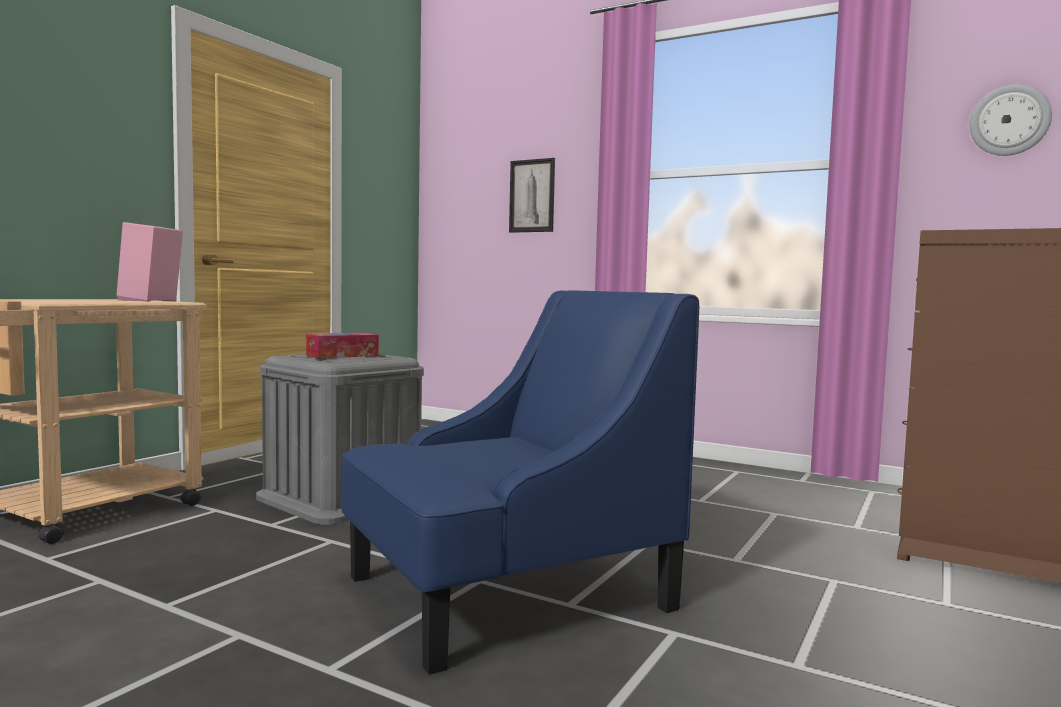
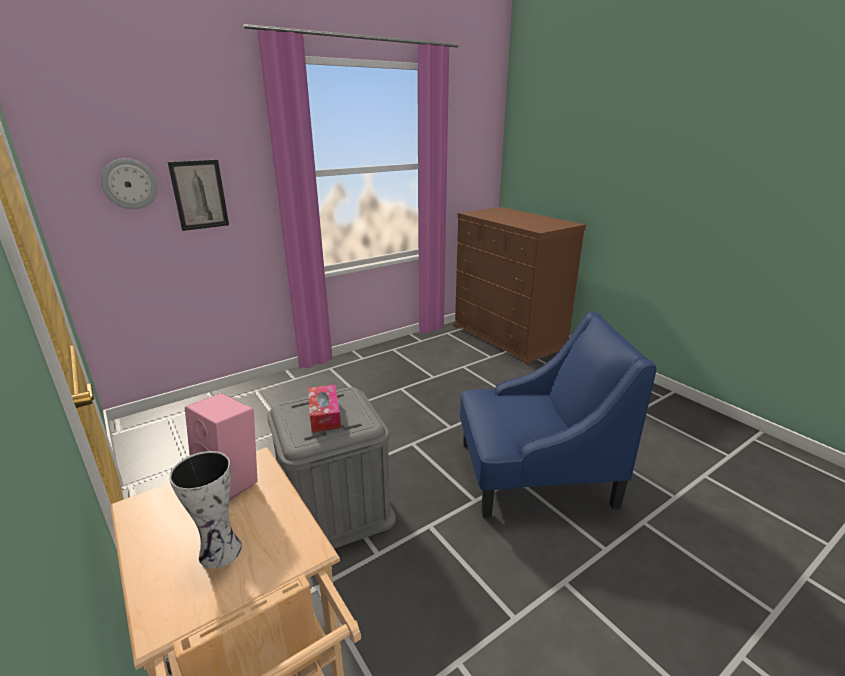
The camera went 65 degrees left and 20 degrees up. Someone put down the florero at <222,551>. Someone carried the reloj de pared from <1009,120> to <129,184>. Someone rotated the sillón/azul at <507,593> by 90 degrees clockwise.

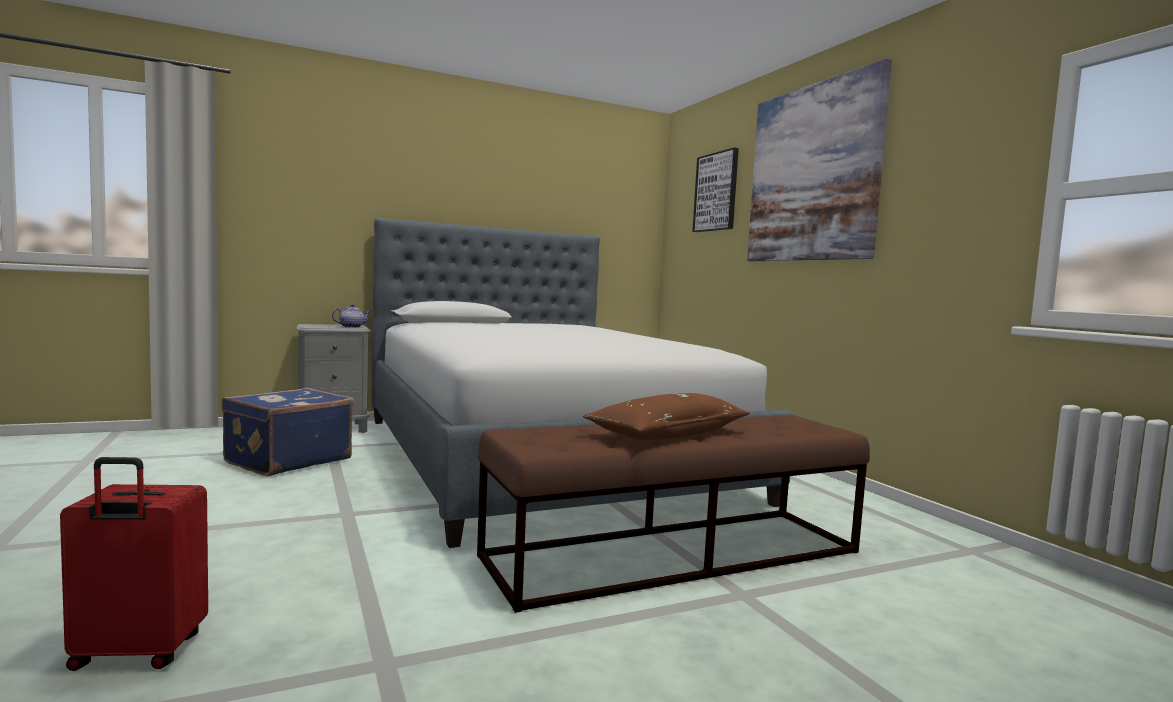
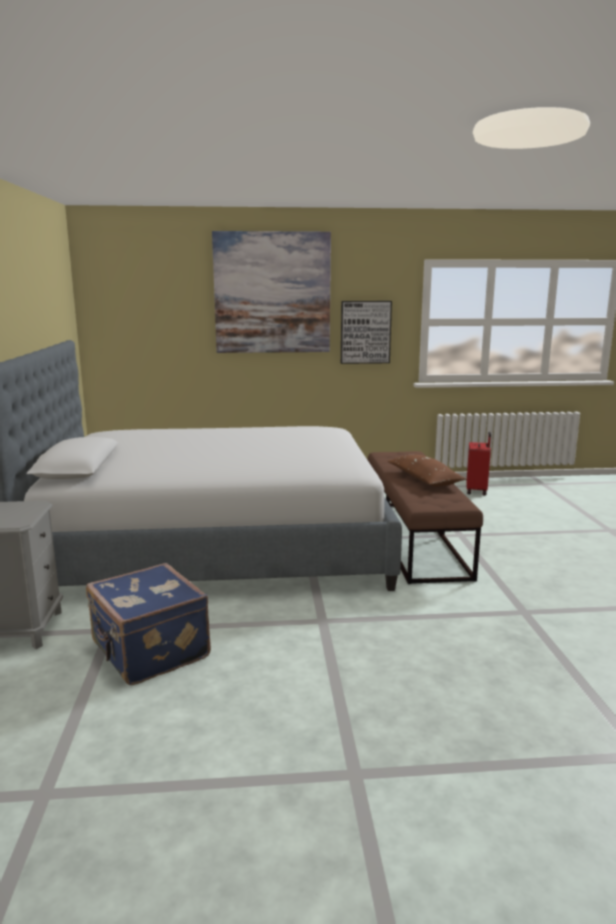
The camera went 70 degrees left and 10 degrees up. Someone took away the tetera at <352,327>. Someone carried the maleta/rojo from <137,654> to <477,491>. Someone carried the cuadro from <716,192> to <365,332>.

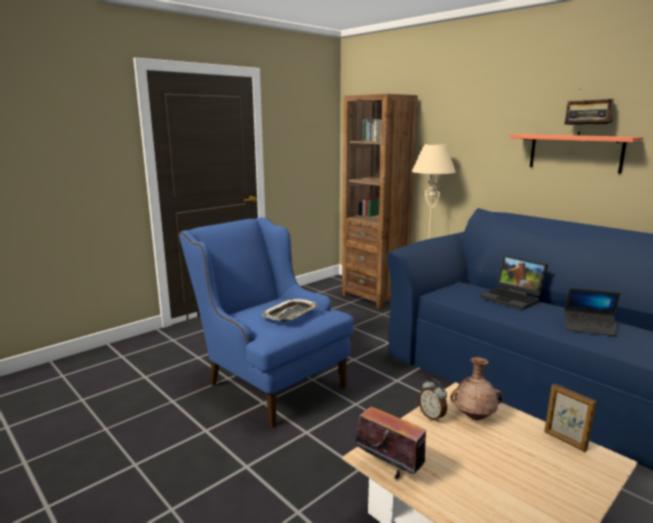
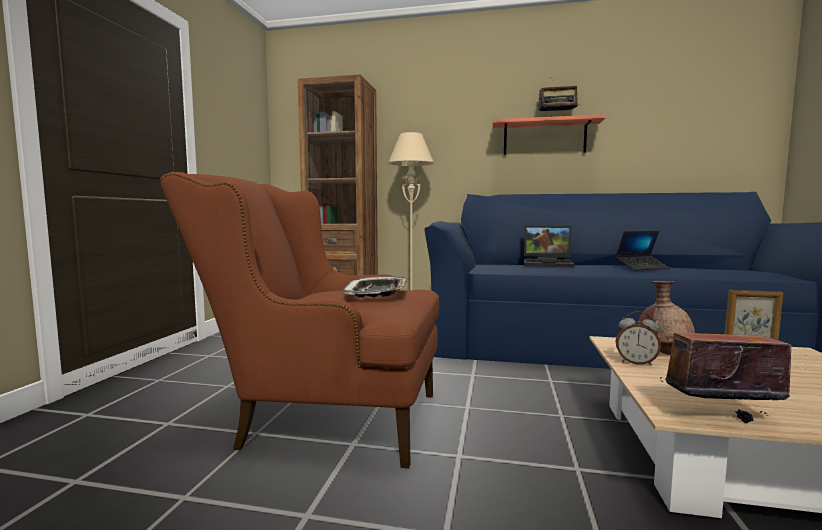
The camera went 35 degrees left and 10 degrees down. Someone repainted the sillón/azul at <268,380>, which became the sillón/marrón at <324,416>.

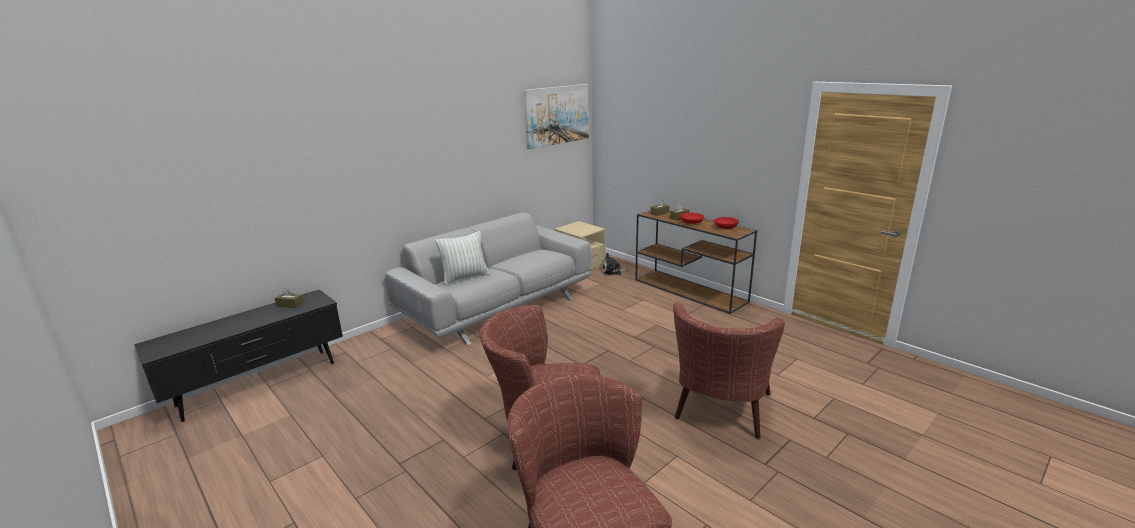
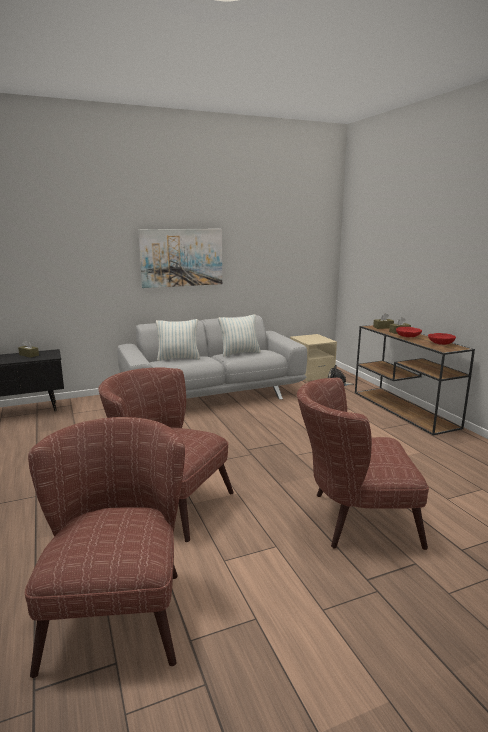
The camera went 20 degrees right and 5 degrees down. Someone put down the cojín at <239,353>. Someone carried the cuadro from <557,115> to <181,257>. Someone rotated the sillón/marrón at <719,413> by 45 degrees clockwise.

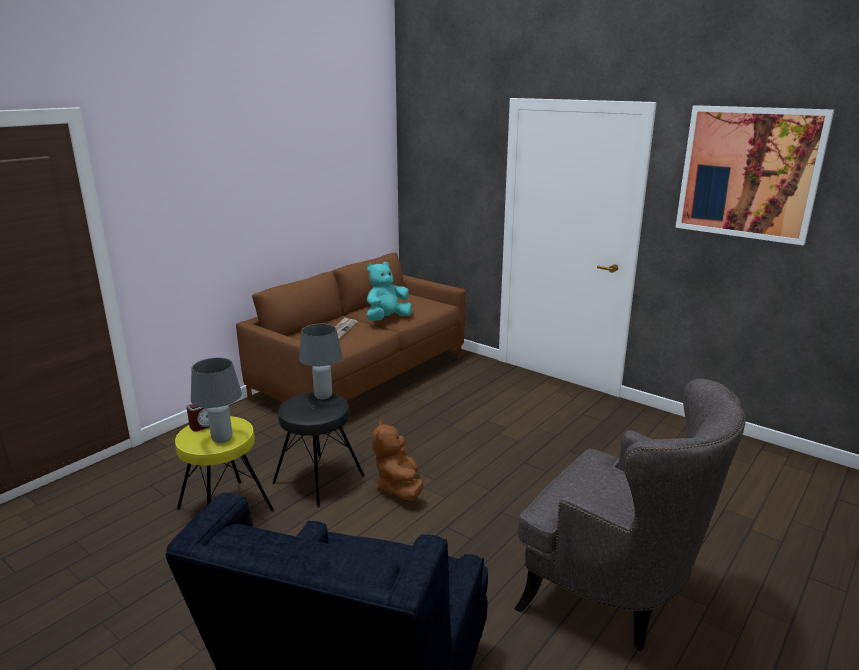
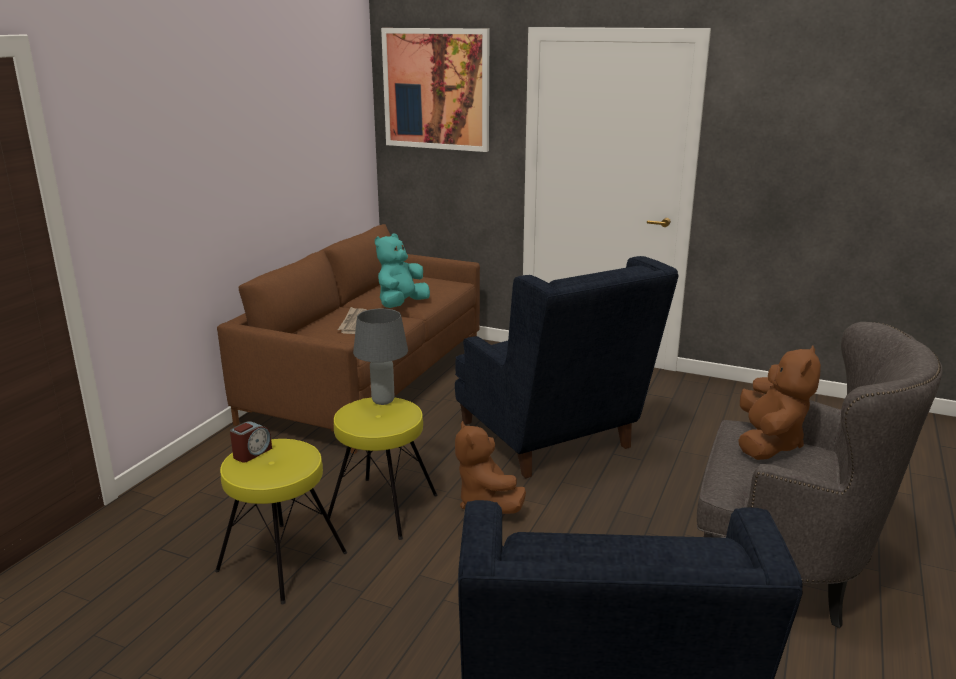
The camera went 15 degrees left and 0 degrees up. Someone took away the lámpara de mesa/gris at <223,439>. Someone put down the sillón/azul at <552,441>. Someone put down the peluche/marrón at <768,443>. Someone carried the cuadro from <748,173> to <436,89>. Someone repainted the taburete/negro at <319,479>, which became the taburete/amarillo at <383,507>.

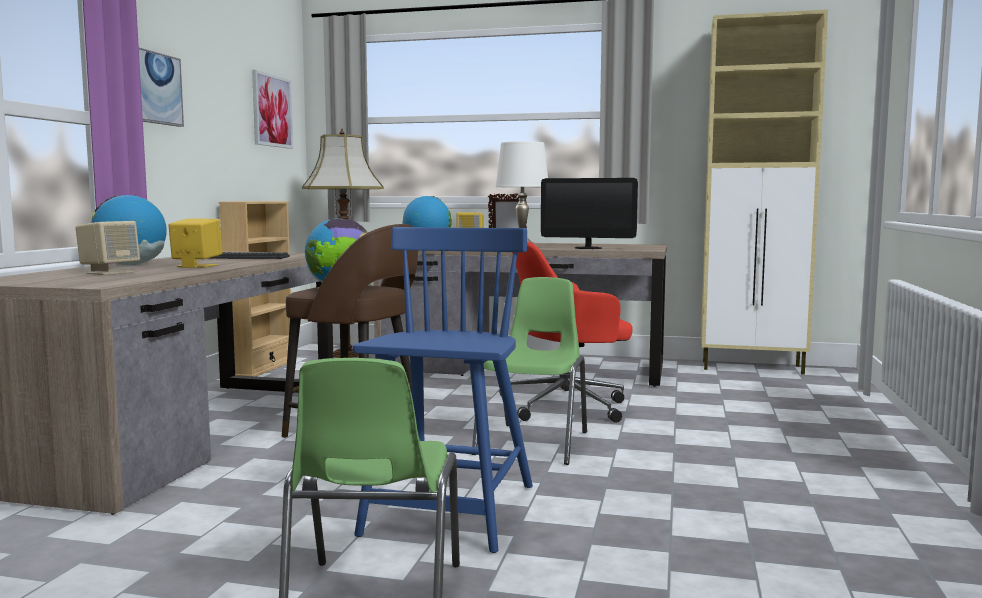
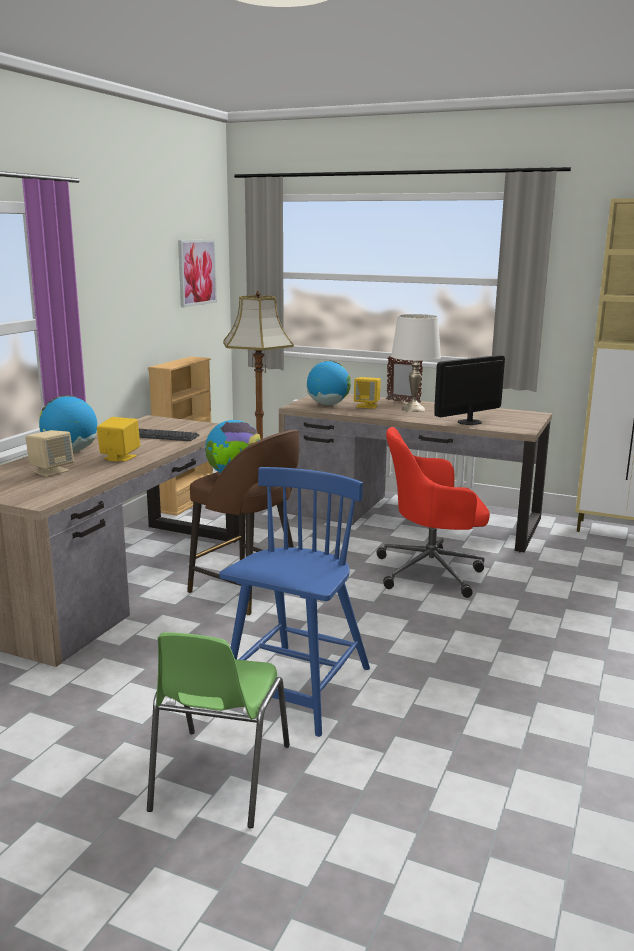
The camera went 10 degrees right and 10 degrees up. Someone took away the cuadro at <156,88>. Someone took away the silla/verde at <535,443>. Someone rotated the monitor at <588,248> by 120 degrees clockwise.

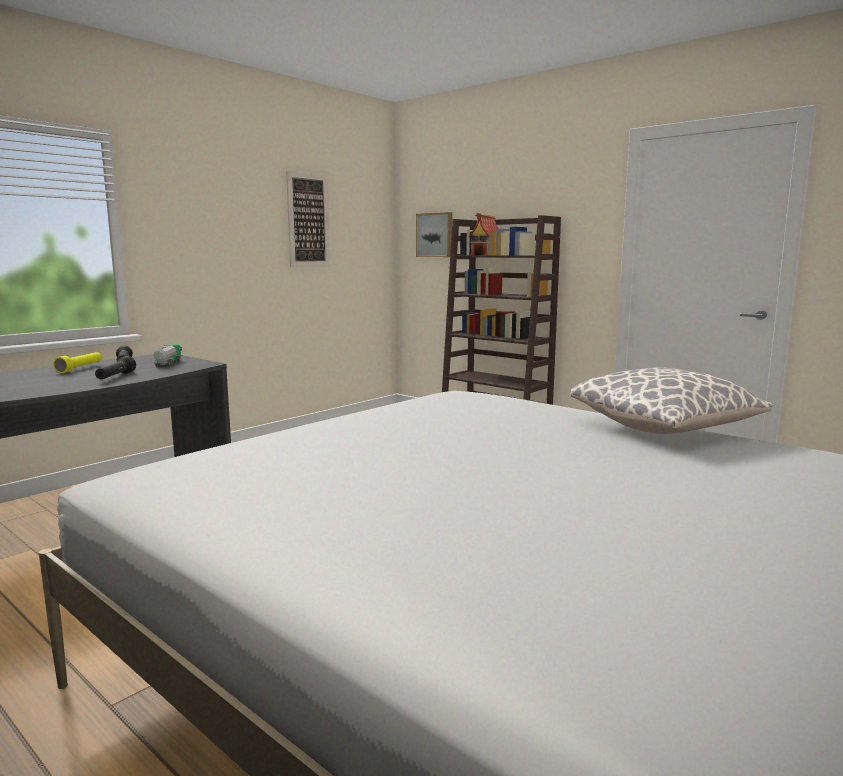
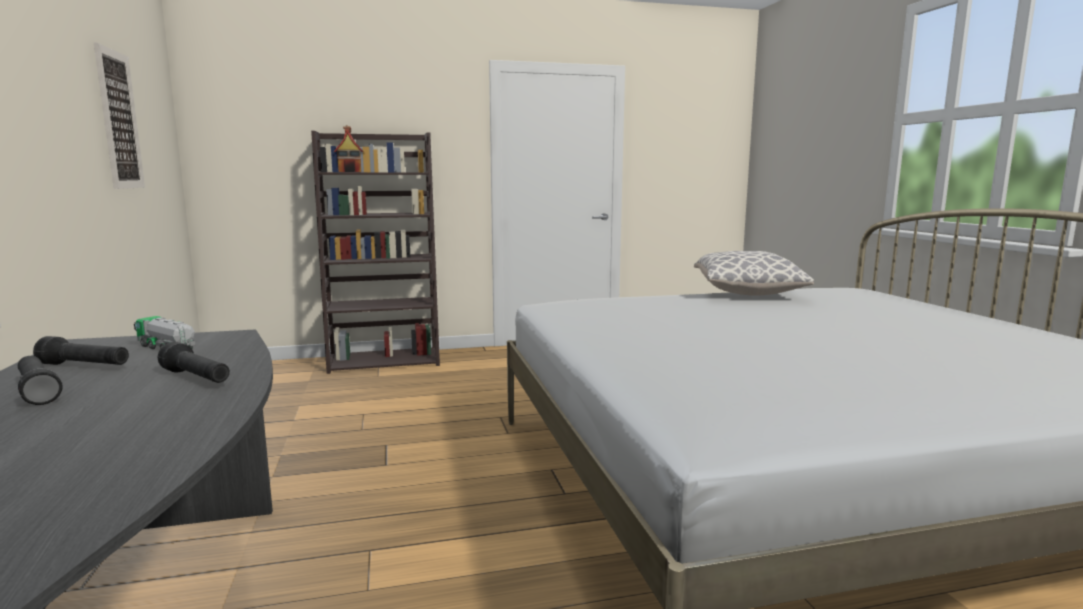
The camera went 55 degrees left and 0 degrees up. Someone took away the cuadro at <435,235>. Someone repainted the linterna/amarillo at <80,368>, which became the linterna/negro at <37,391>.

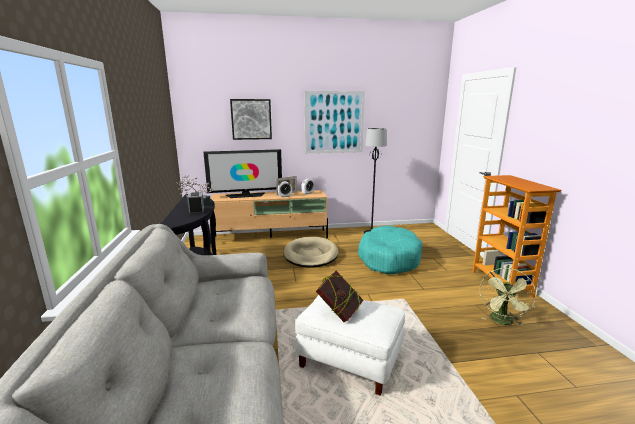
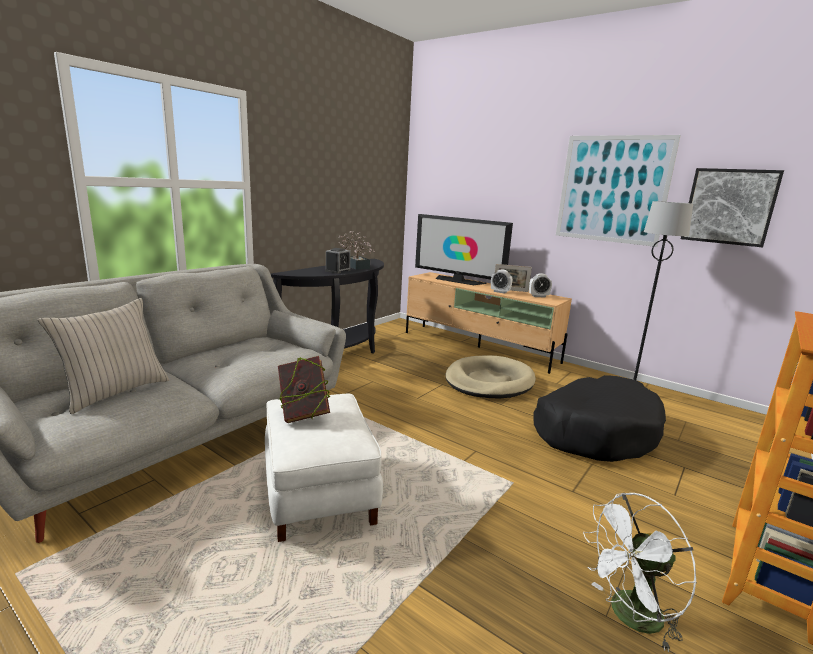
The camera went 45 degrees right and 0 degrees up. Someone put down the cojín/beis at <115,392>. Someone carried the cuadro from <251,119> to <729,206>. Someone repainted the cama para perro/turquesa at <388,258>, which became the cama para perro/negro at <594,431>. Someone repainted the ventilador/verde at <502,322>, which became the ventilador/blanco at <629,617>.

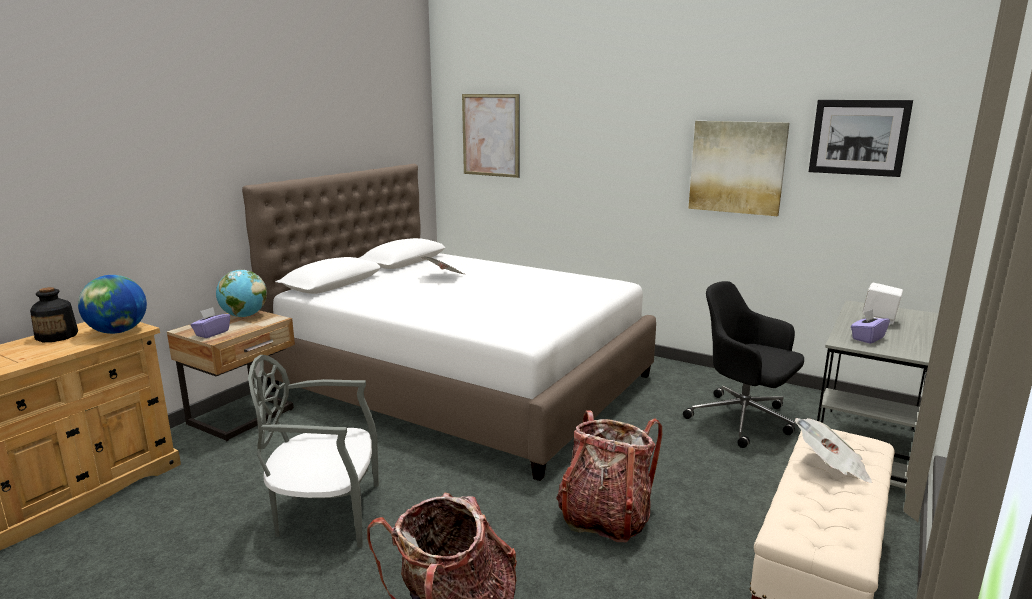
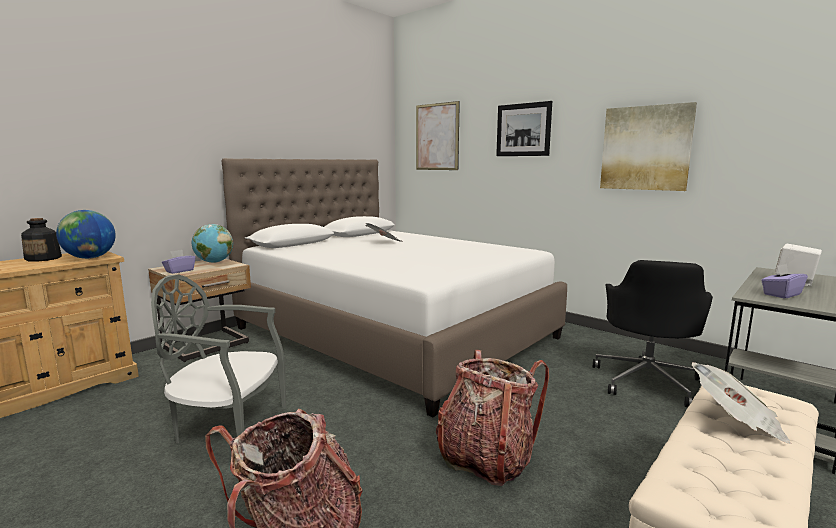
The camera went 10 degrees right and 5 degrees down. Someone carried the cuadro from <858,137> to <523,130>. Someone rotated the silla de oficina/negro at <743,420> by 120 degrees counterclockwise.

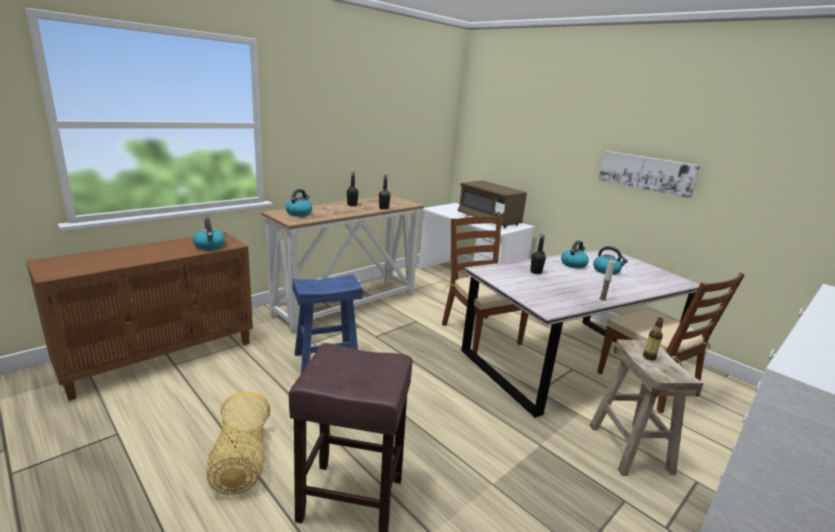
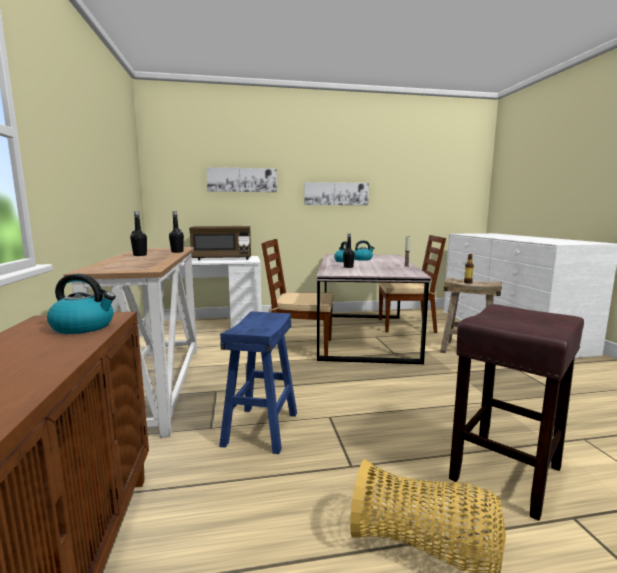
The camera went 55 degrees left and 10 degrees down. Someone took away the hervidor at <299,213>. Someone put up the cuadro at <242,180>.

